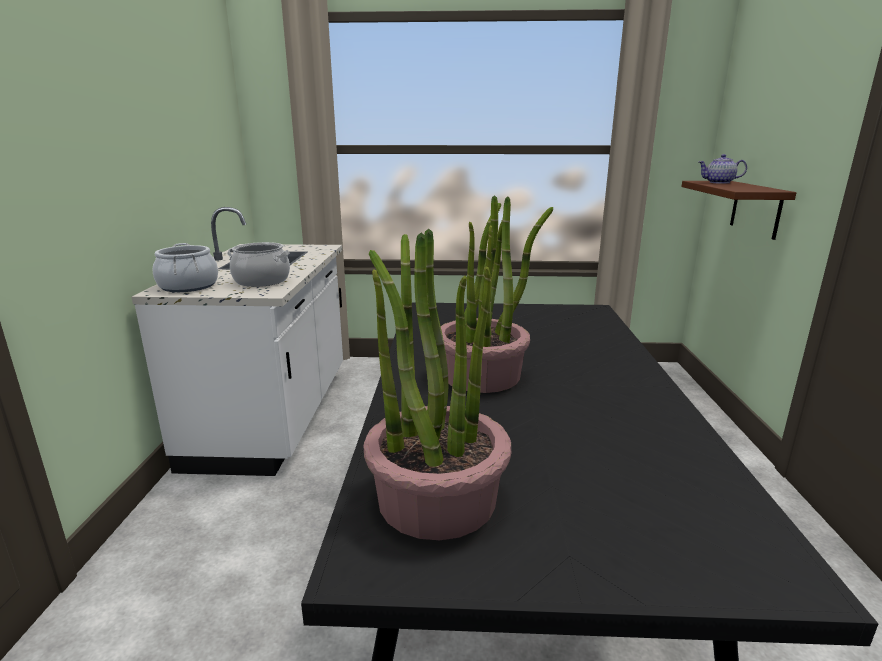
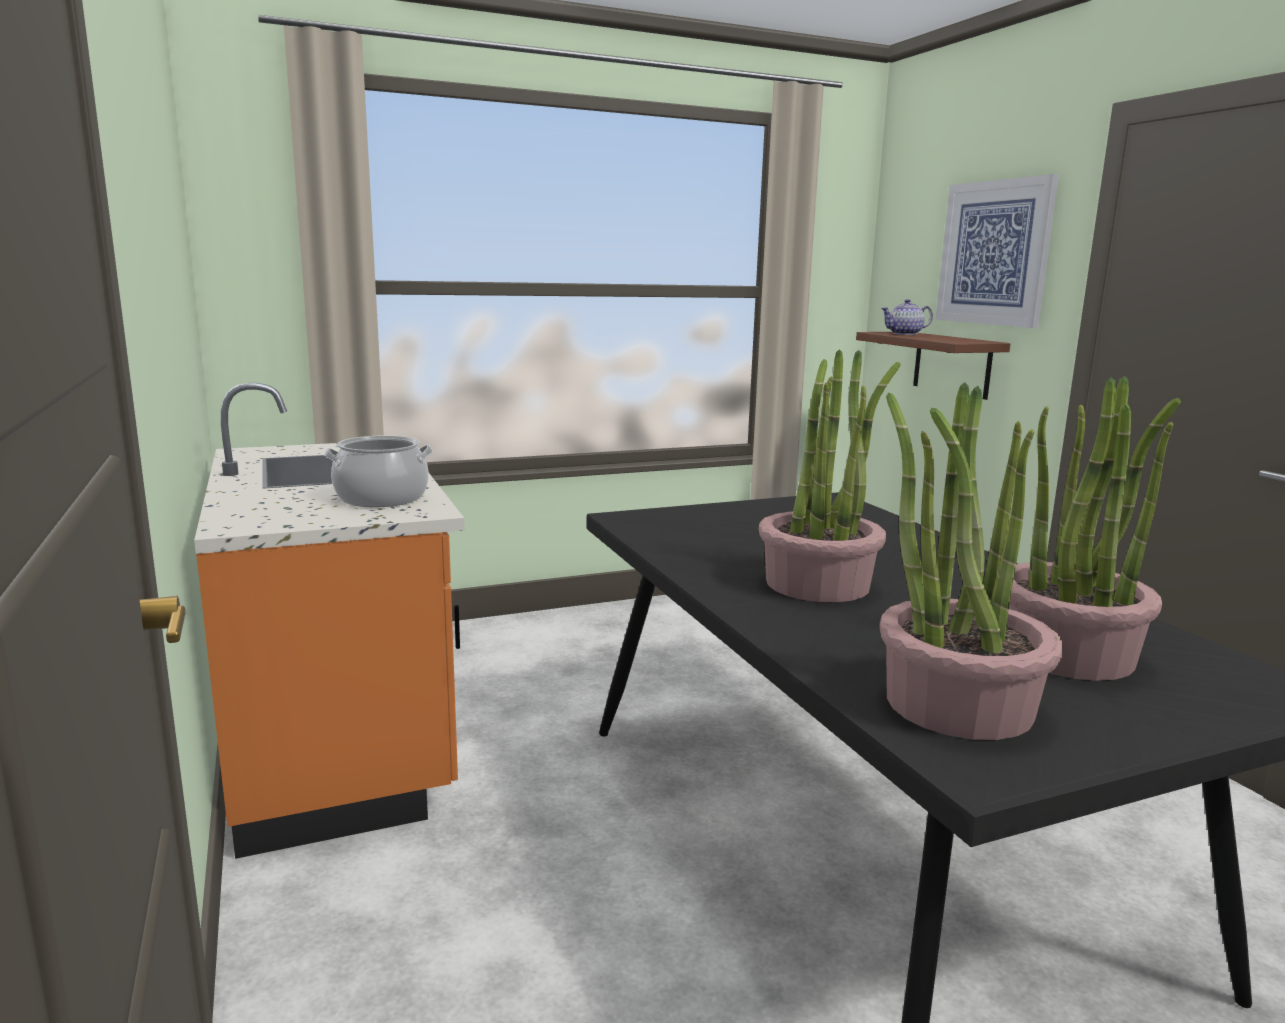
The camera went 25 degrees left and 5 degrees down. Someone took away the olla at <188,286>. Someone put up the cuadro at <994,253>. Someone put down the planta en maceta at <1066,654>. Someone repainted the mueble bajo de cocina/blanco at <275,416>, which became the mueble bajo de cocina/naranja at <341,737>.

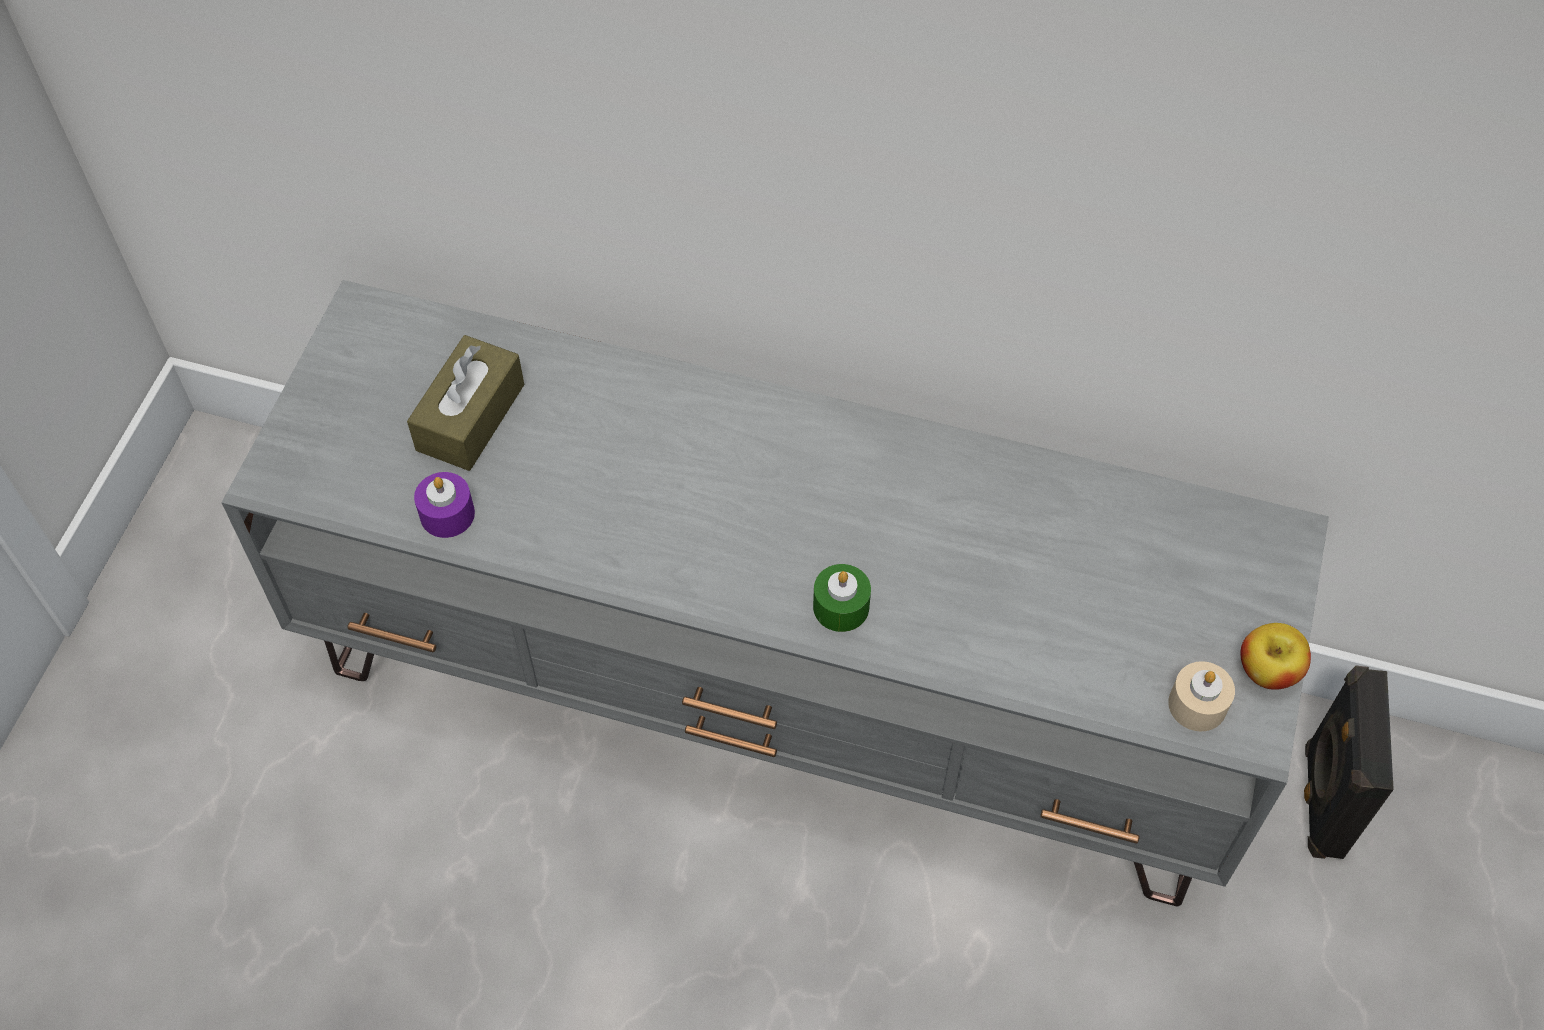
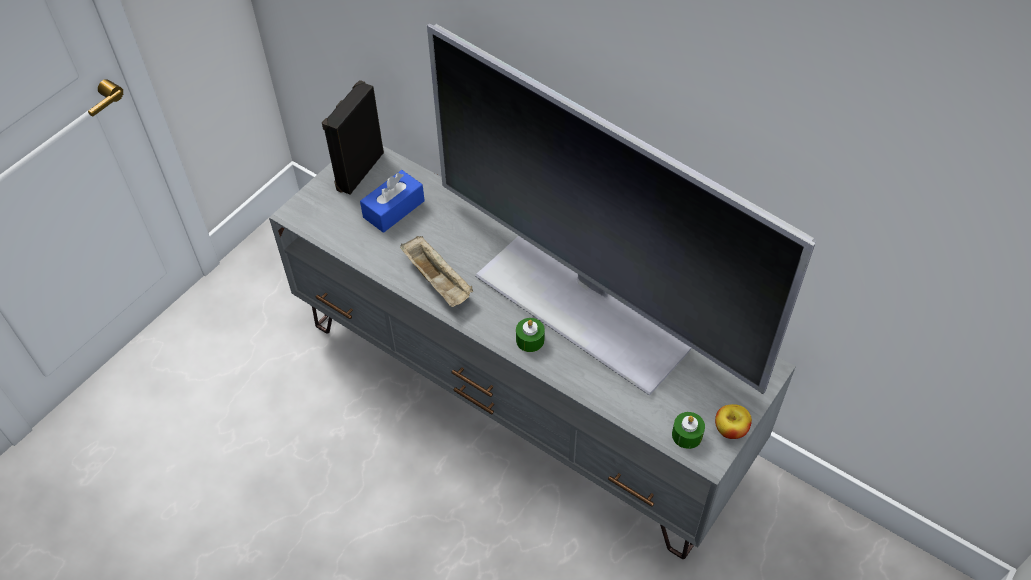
The camera went 20 degrees right and 5 degrees down. Someone took away the vela/morado at <447,514>. Someone put down the bandeja/beis at <438,281>. Someone put down the televisor at <583,308>. Someone carried the altavoz/negro from <1320,800> to <358,170>. Someone repainted the caja de pañuelos/marrón at <470,417>, which became the caja de pañuelos/azul at <394,209>. Someone repainted the vela/beis at <1197,705>, which became the vela/verde at <687,435>.

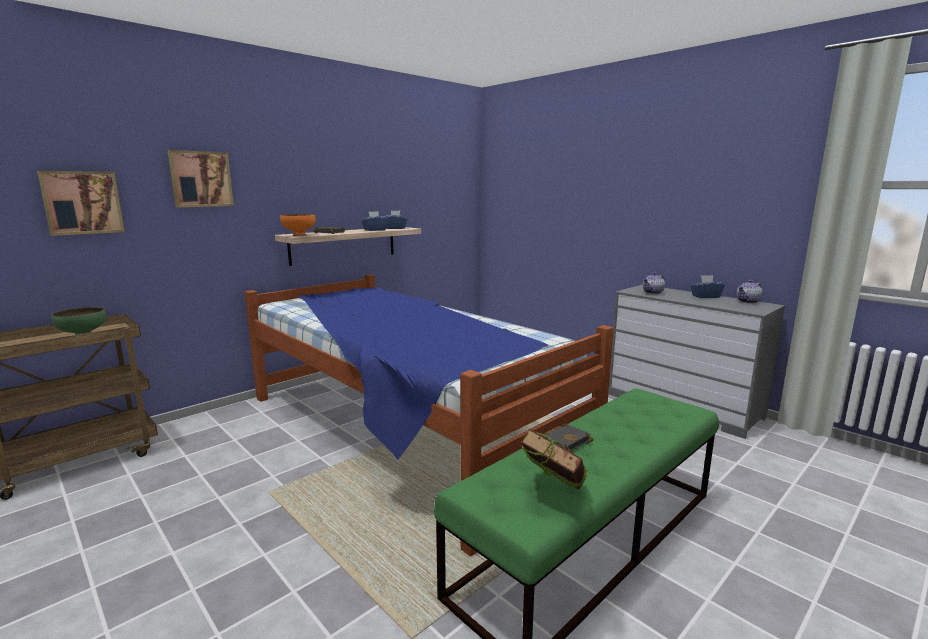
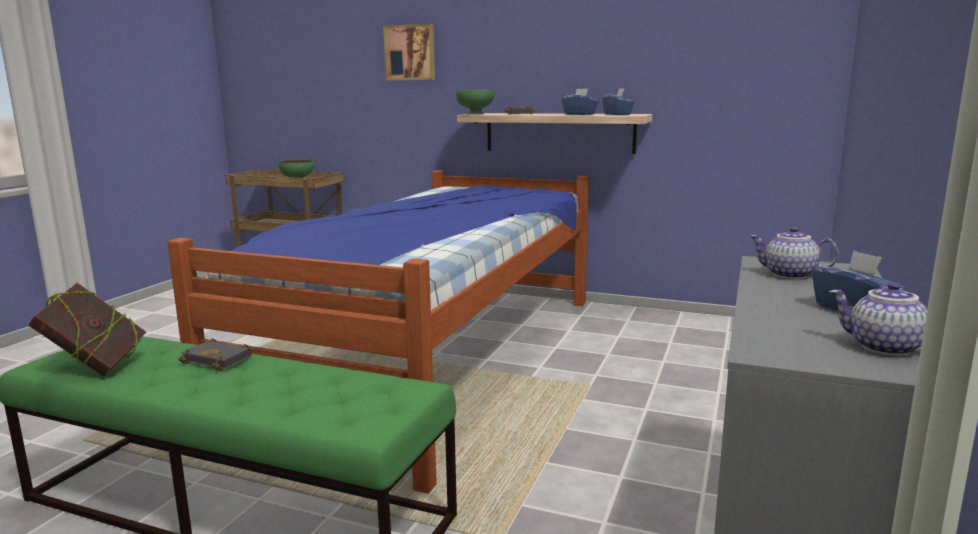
The camera went 65 degrees right and 0 degrees up. Someone took away the cuadro at <82,202>. Someone repainted the cuenco/naranja at <299,235>, which became the cuenco/verde at <475,114>.

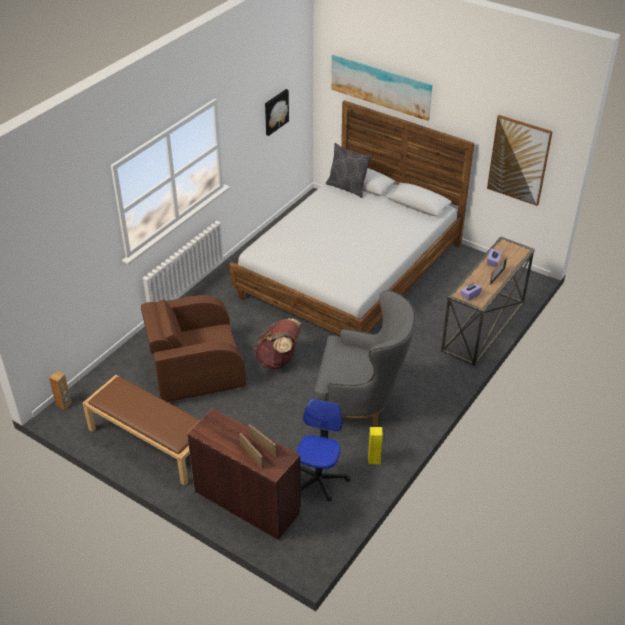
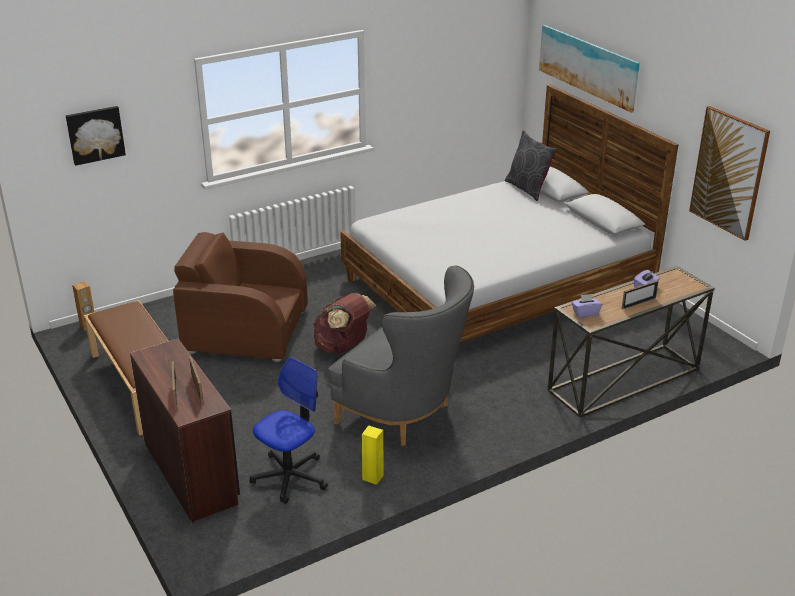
The camera went 25 degrees right and 10 degrees down. Someone carried the cuadro from <275,111> to <95,134>.

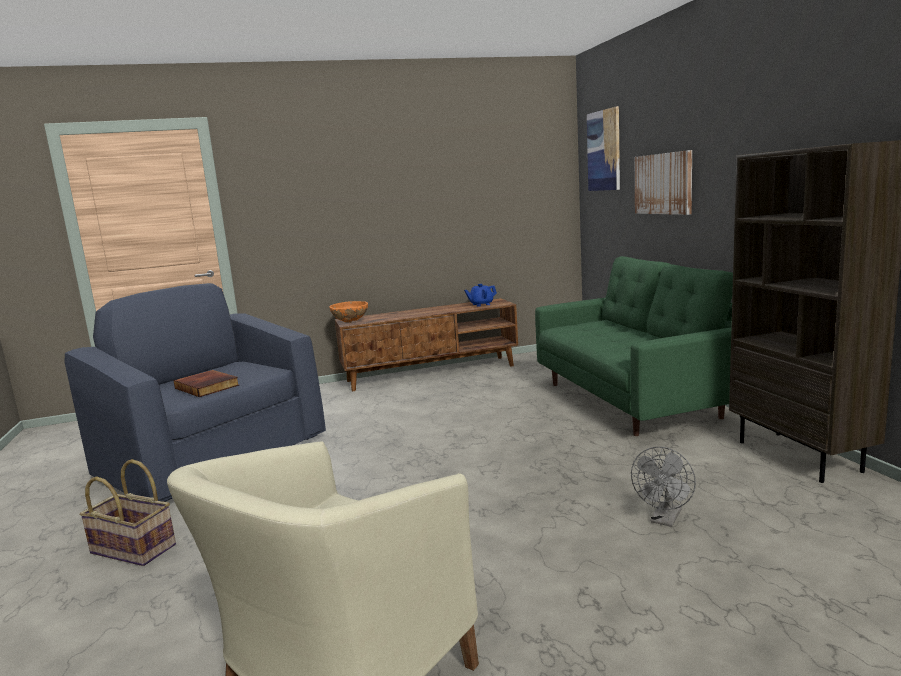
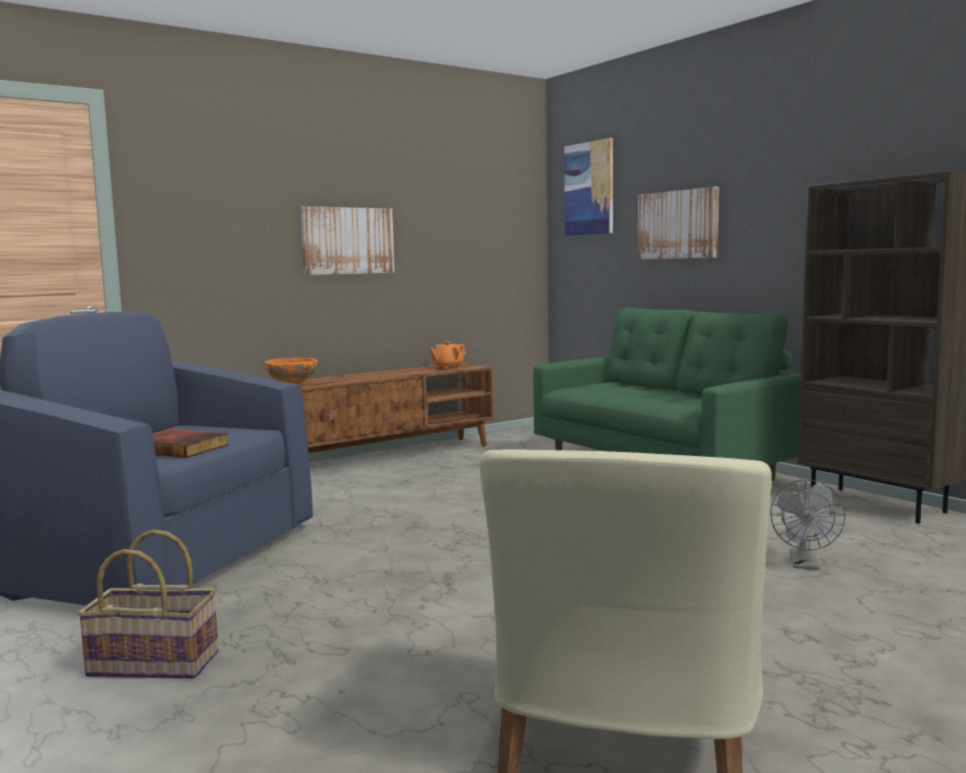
The camera went 20 degrees left and 5 degrees down. Someone put up the cuadro at <347,241>. Someone repainted the tetera/azul at <481,304>, which became the tetera/naranja at <447,367>.

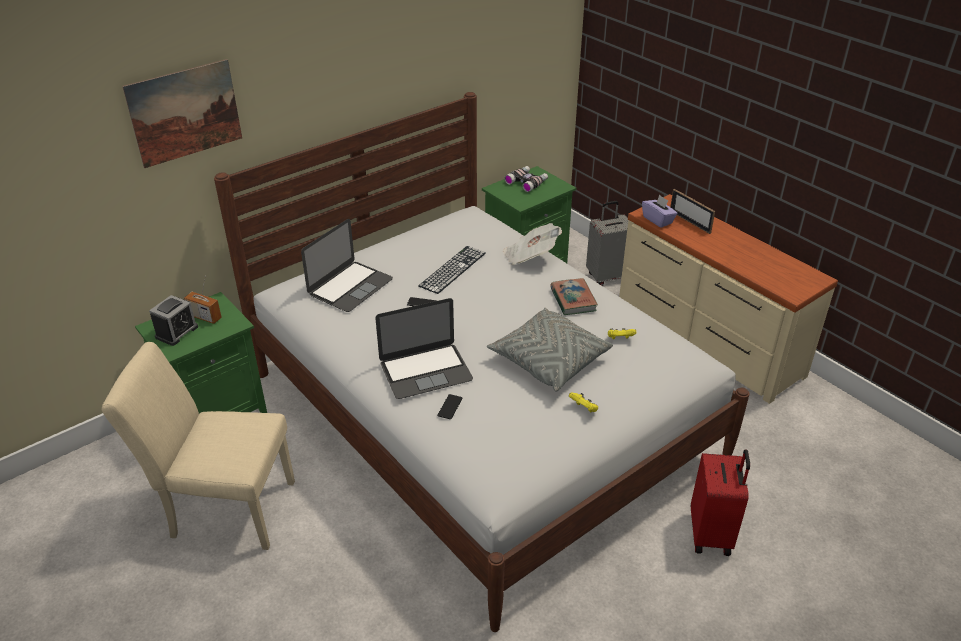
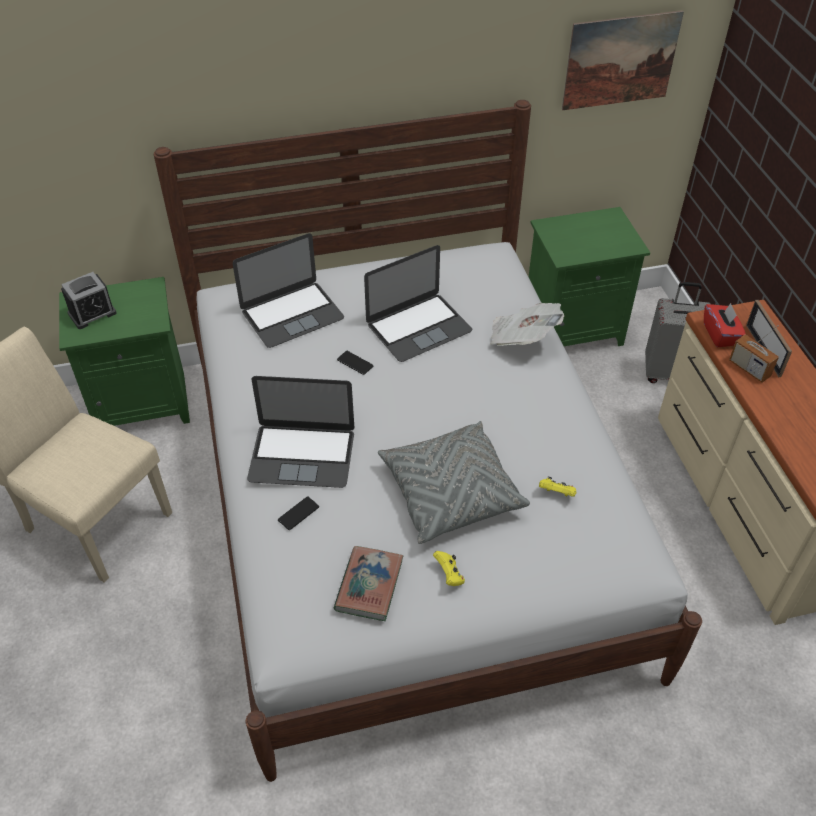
The camera went 25 degrees right and 10 degrees up. Someone took away the prismáticos at <527,182>. Someone took away the maleta/rojo at <711,534>. Someone carried the cuadro from <185,113> to <620,60>. Someone carried the radio from <205,317> to <749,369>. Someone carried the libro from <573,299> to <369,586>. Someone swapped the teclado at <452,269> for the portátil at <419,327>. Someone repainted the caja de pañuelos/morado at <658,220>, which became the caja de pañuelos/rojo at <720,335>.

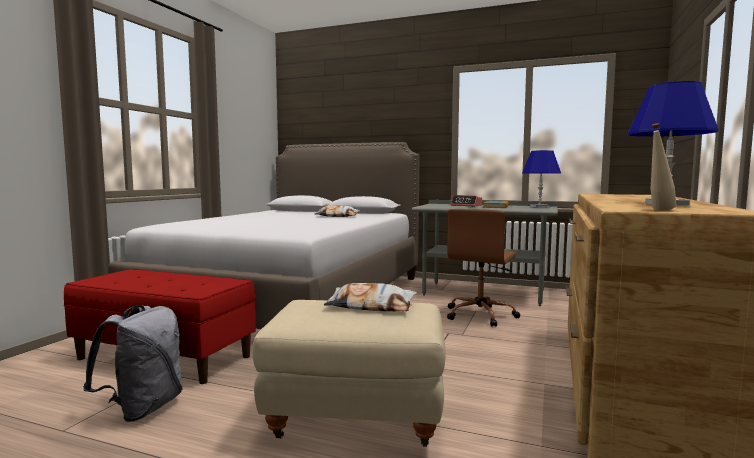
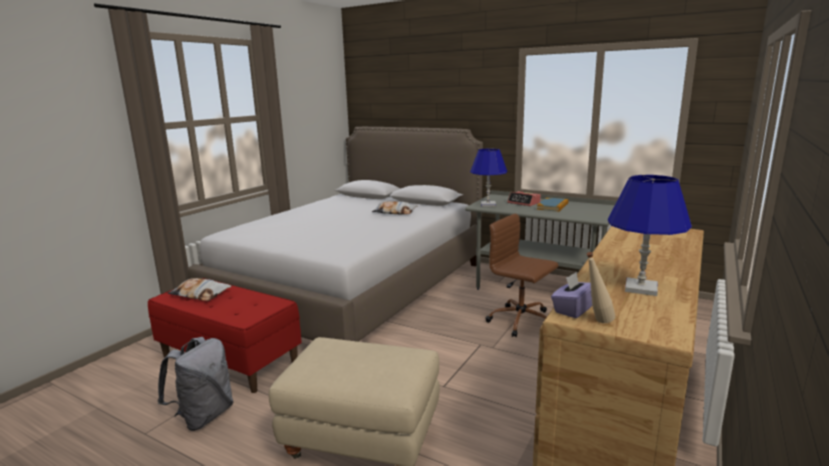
The camera went 10 degrees right and 10 degrees up. Someone put down the caja de pañuelos/morado at <573,309>. Someone carried the cojín from <371,306> to <200,294>. Someone carried the lámpara de mesa/azul from <539,207> to <488,204>. Someone rotated the silla de oficina/marrón at <480,315> by 90 degrees clockwise.

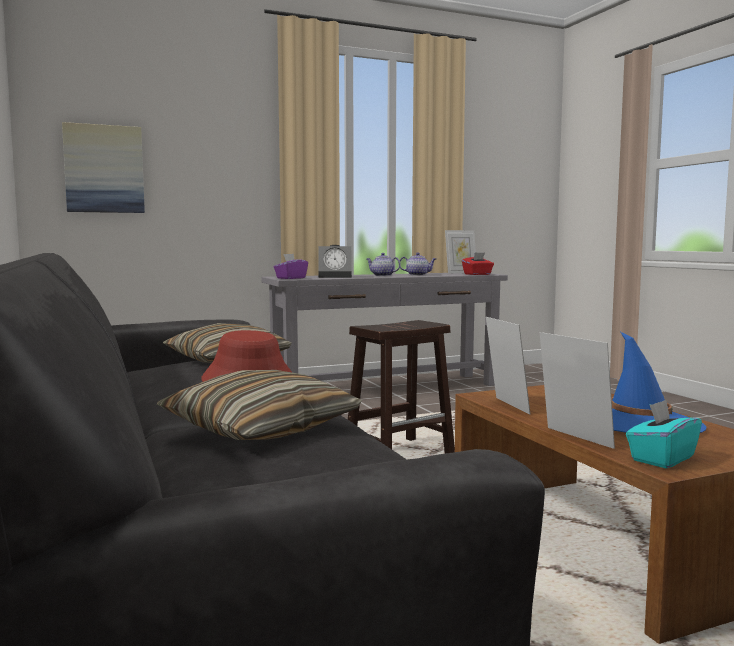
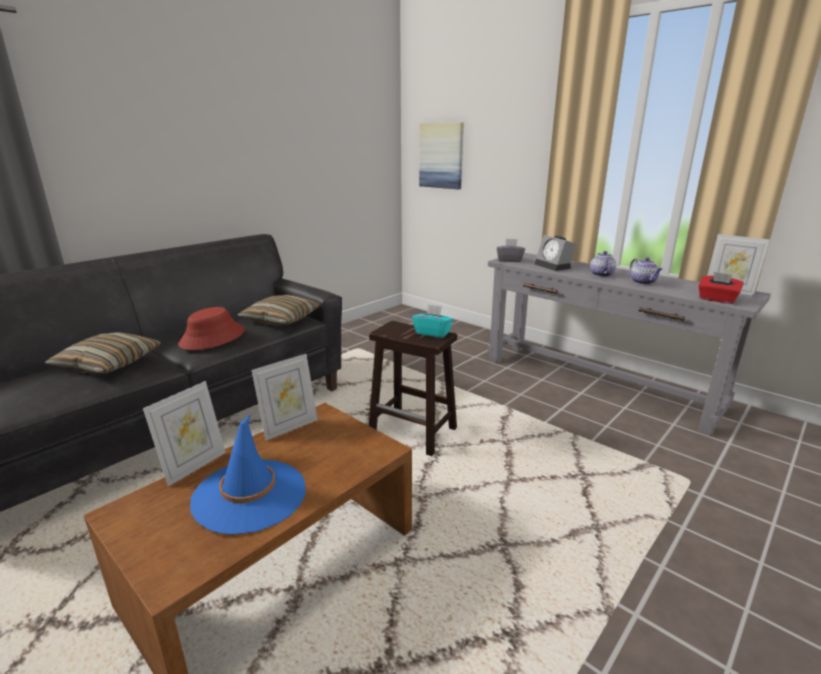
The camera went 65 degrees right and 15 degrees up. Someone carried the caja de pañuelos/turquesa from <661,458> to <432,333>. Someone repainted the caja de pañuelos/morado at <291,278>, which became the caja de pañuelos/gris at <509,260>.

